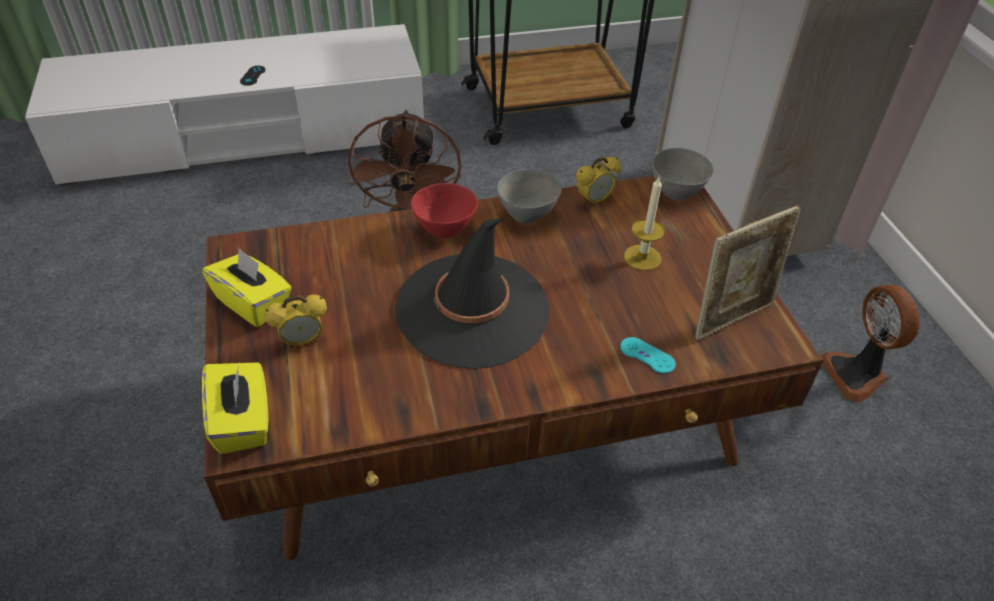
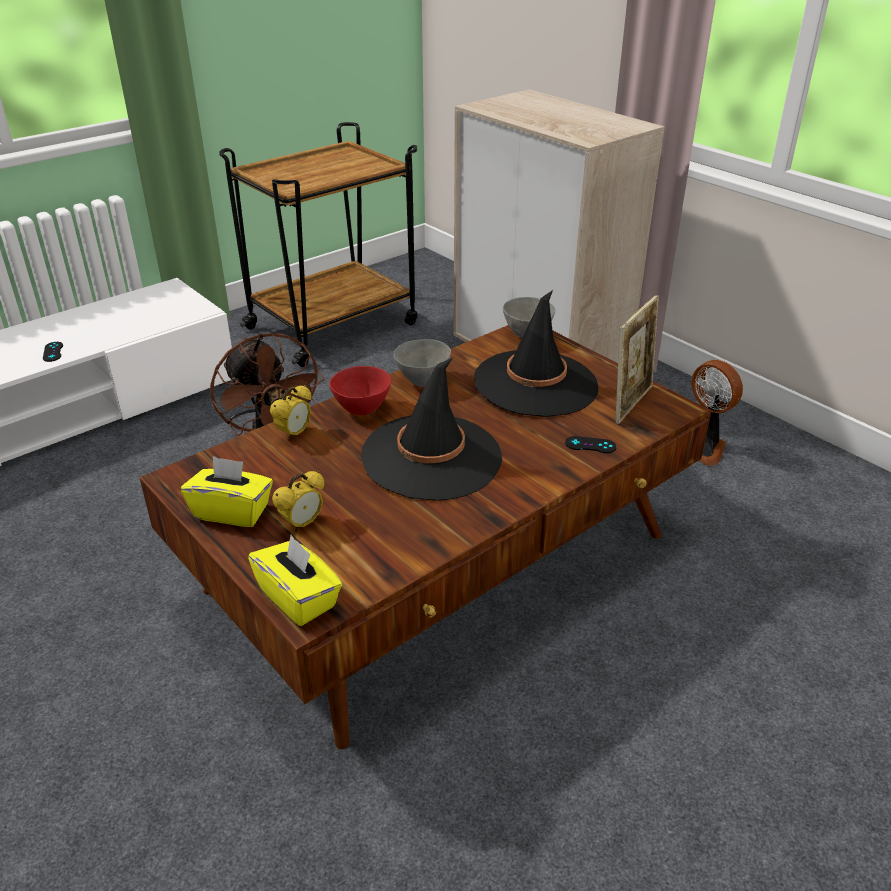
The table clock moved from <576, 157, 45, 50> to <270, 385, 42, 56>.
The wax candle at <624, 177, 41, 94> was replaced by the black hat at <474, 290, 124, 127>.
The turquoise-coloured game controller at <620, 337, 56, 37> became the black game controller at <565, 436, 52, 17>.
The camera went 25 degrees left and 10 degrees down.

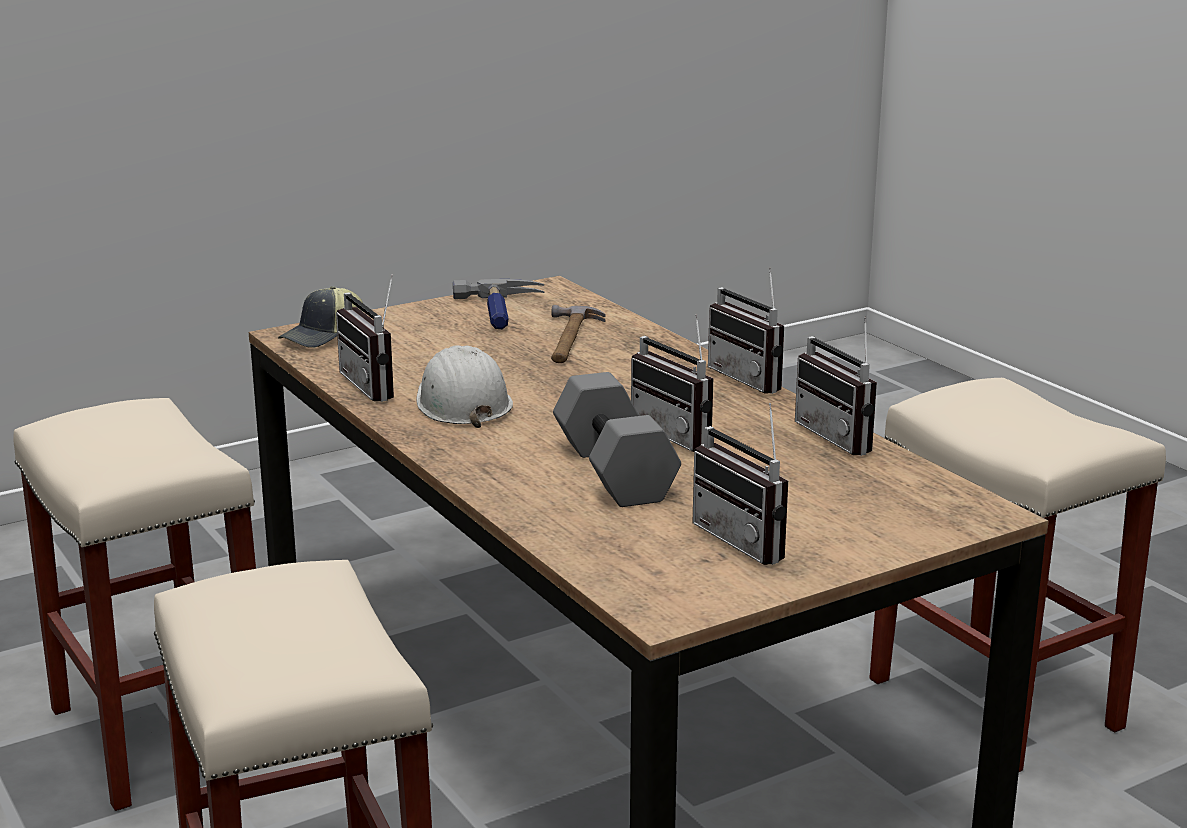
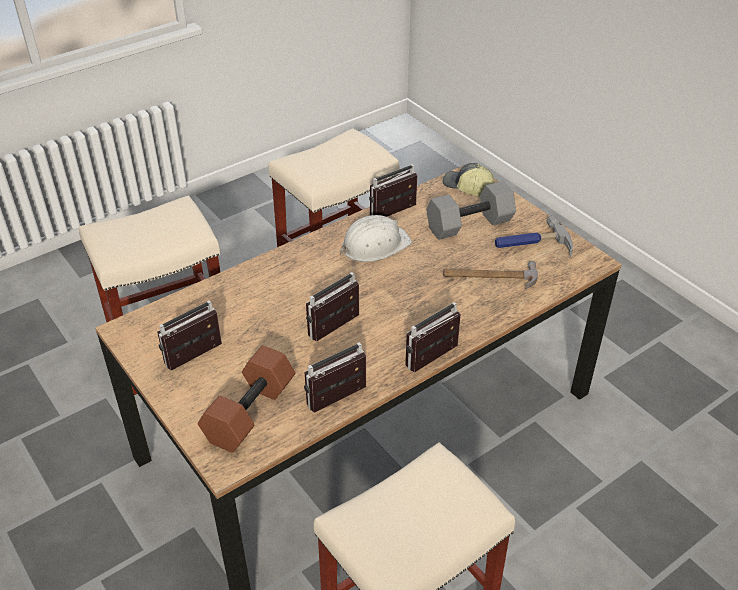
The gray dumbbell moved from <553, 372, 128, 135> to <426, 181, 90, 59>.
The brown-coloured dumbbell at <198, 345, 97, 108> appeared.
The camera went 85 degrees right and 20 degrees up.

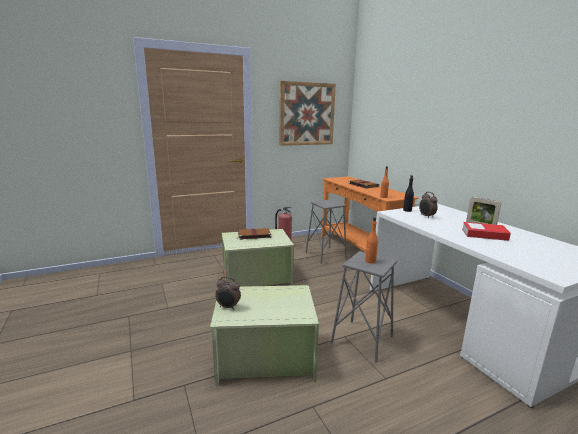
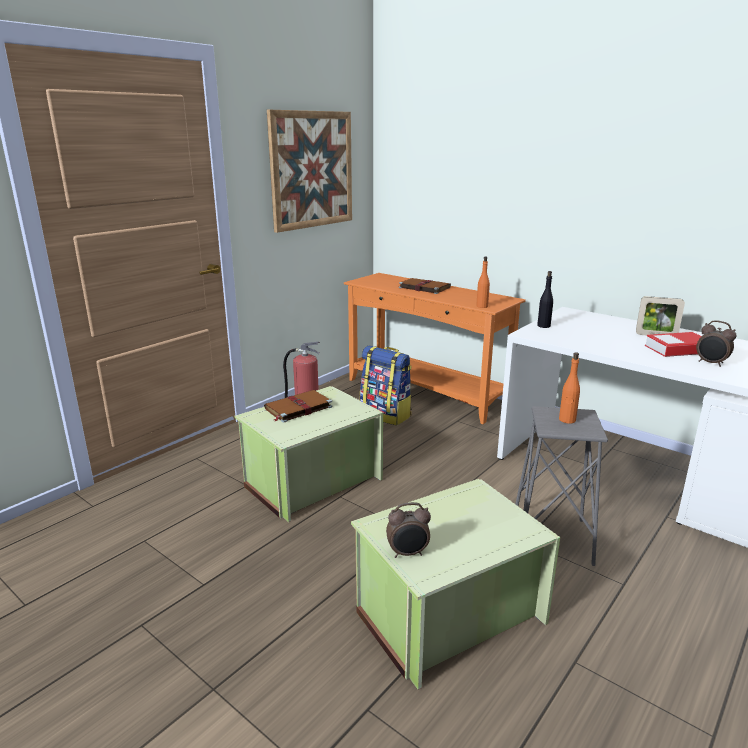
The table clock moved from <419, 192, 19, 26> to <696, 320, 41, 47>.
The gray stool at <305, 199, 42, 65> was replaced by the backpack at <360, 346, 52, 79>.
The camera went 25 degrees left and 5 degrees up.

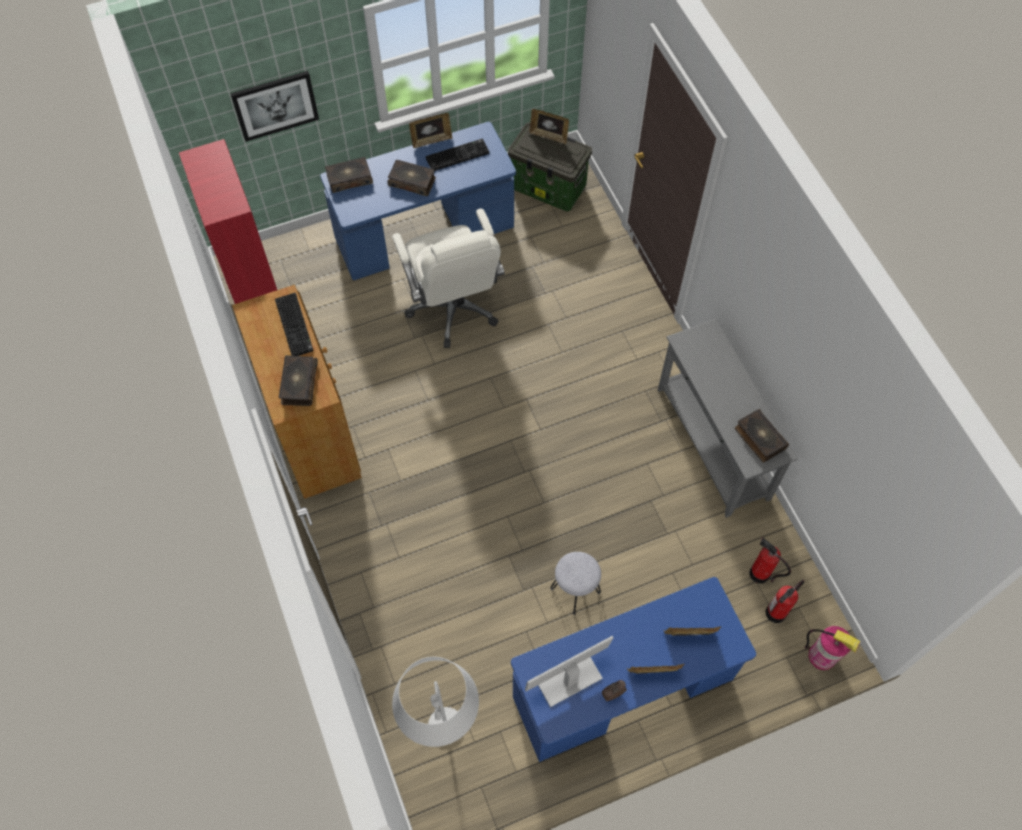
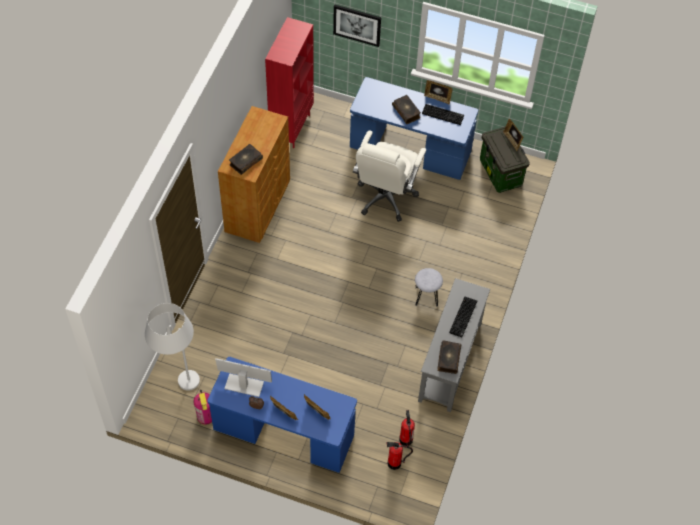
The bound book at <325, 157, 48, 36> disappeared.
The PC keyboard moved from <275, 293, 39, 63> to <449, 297, 28, 40>.
The gray stool moved from <550, 552, 51, 63> to <415, 268, 28, 39>.
The extinguisher moved from <805, 626, 55, 44> to <193, 390, 19, 35>.
The camera went 40 degrees right and 5 degrees down.

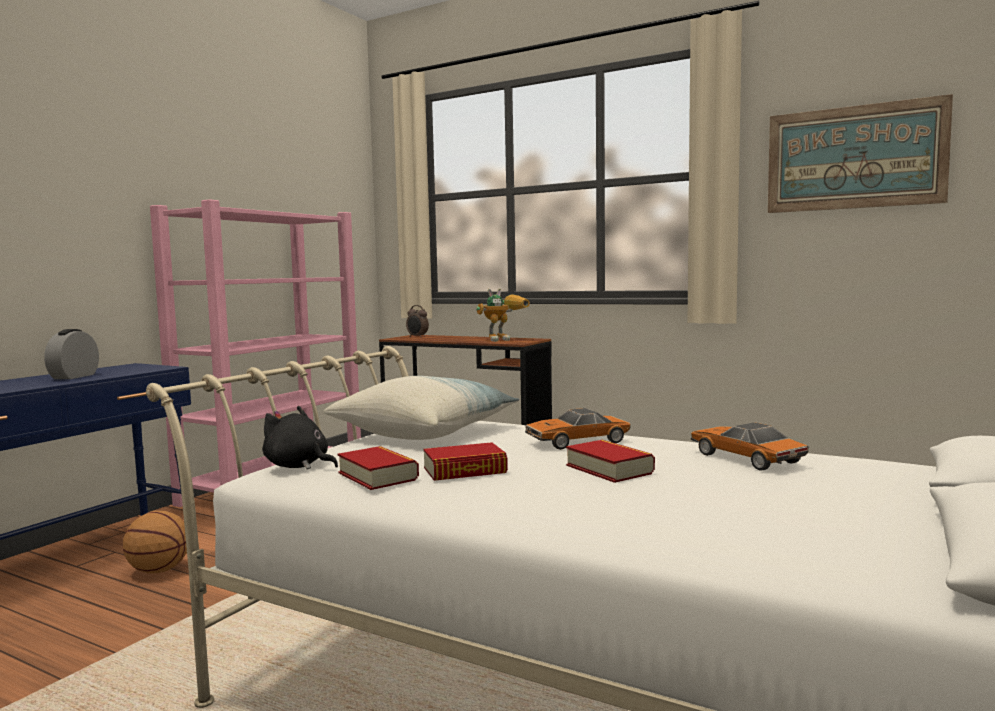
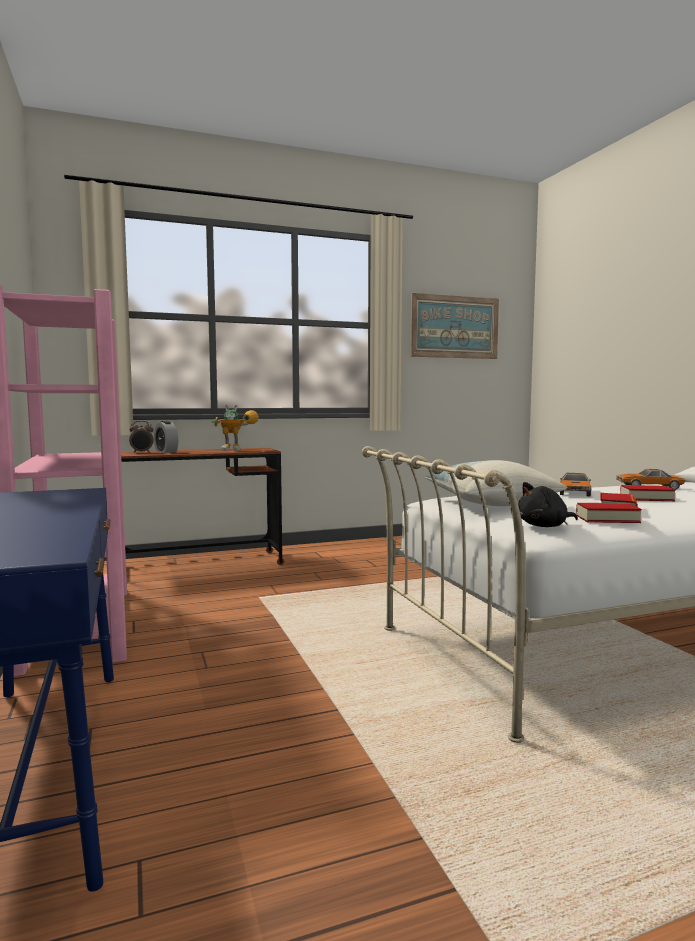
The robot figure at <476, 288, 54, 54> turned 75 degrees clockwise.
The table clock moved from <44, 329, 55, 50> to <154, 421, 24, 32>.
The ball for basketball at <123, 511, 64, 63> disappeared.
The camera went 50 degrees left and 0 degrees up.

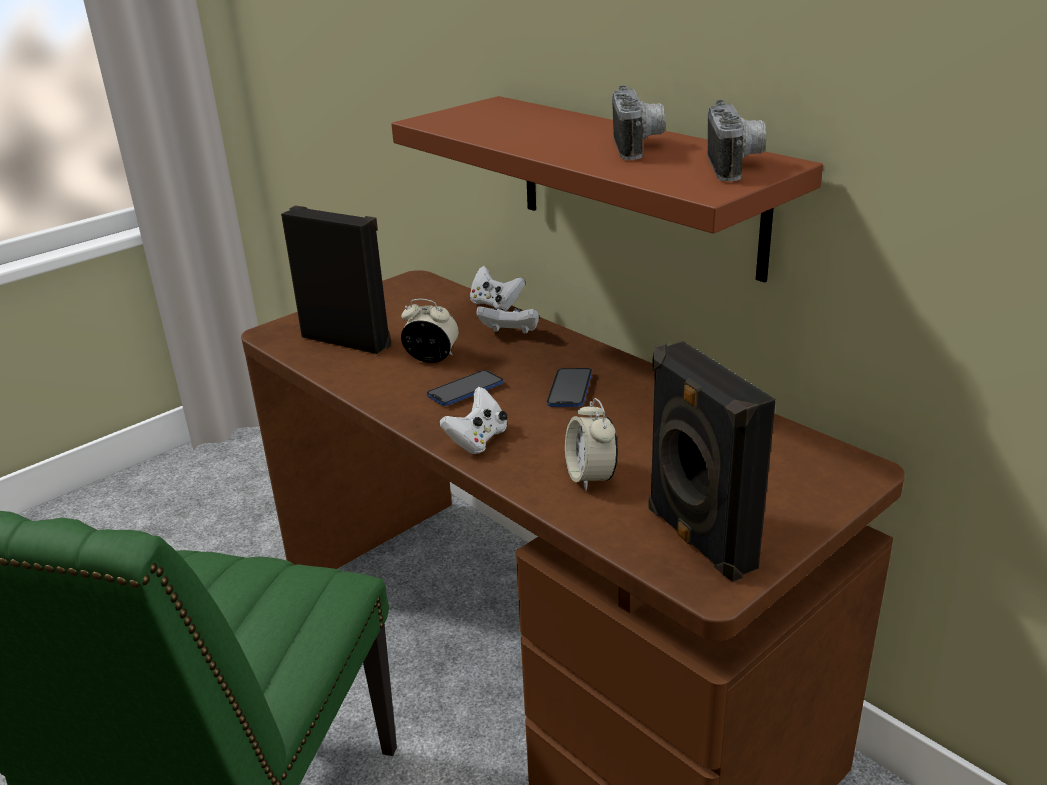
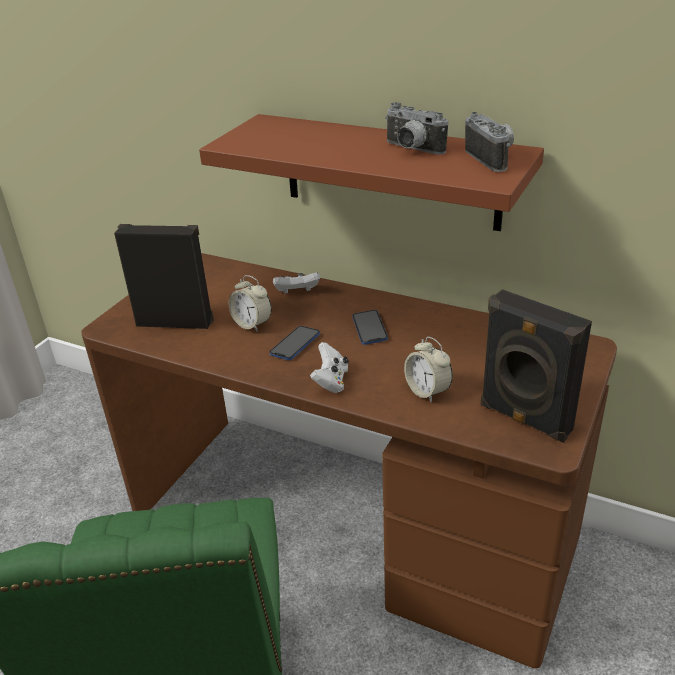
The still camera at <612, 86, 53, 74> turned 150 degrees clockwise.
The white game controller at <470, 266, 55, 45> disappeared.
The table clock at <401, 299, 57, 64> turned 135 degrees counterclockwise.
The camera went 20 degrees left and 5 degrees up.

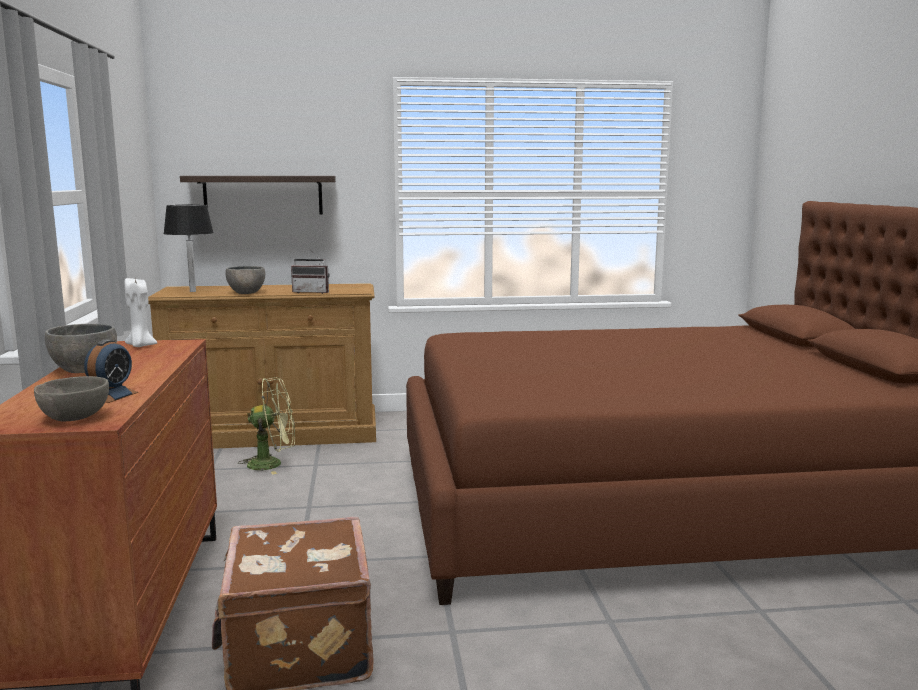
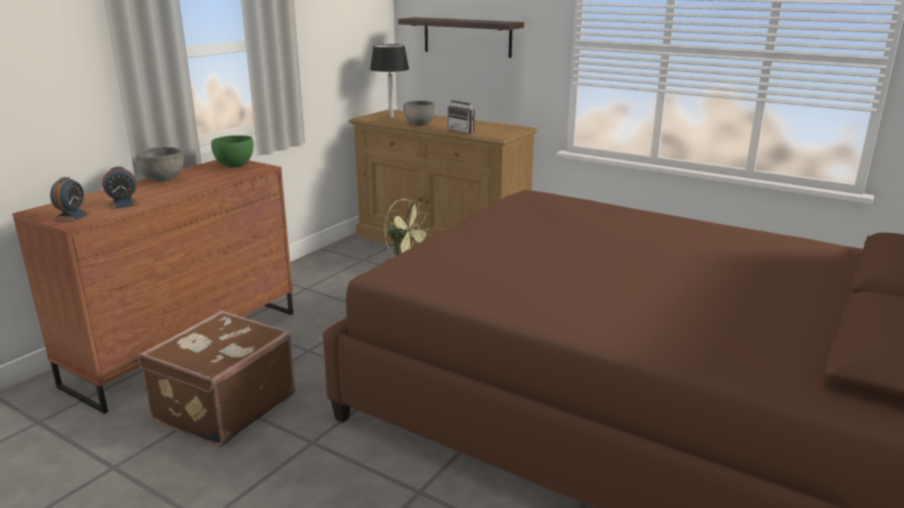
The white wax candle at <125, 278, 32, 69> was replaced by the green-coloured deep dish at <211, 135, 42, 32>.
The gray deep dish at <34, 376, 75, 45> was replaced by the table clock at <50, 177, 41, 45>.
The camera went 40 degrees right and 10 degrees up.

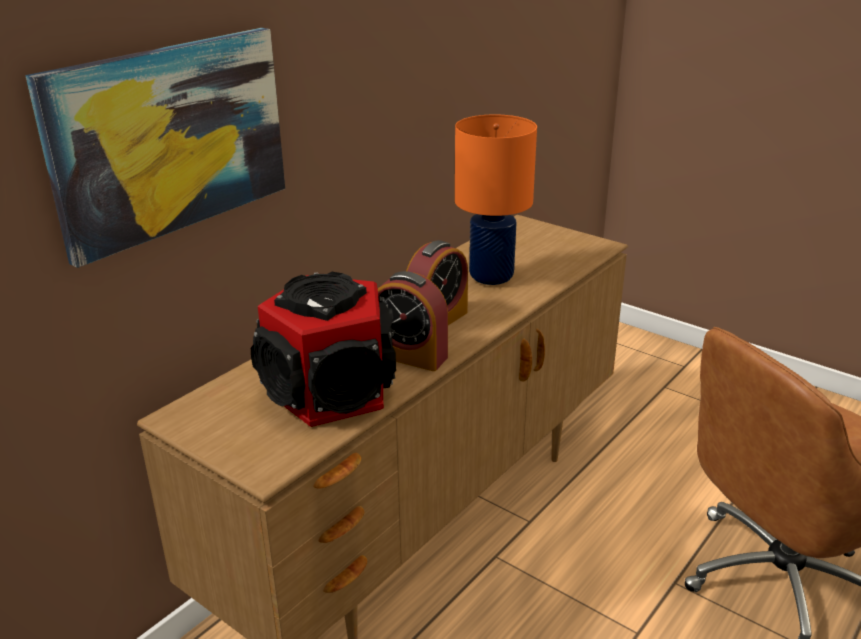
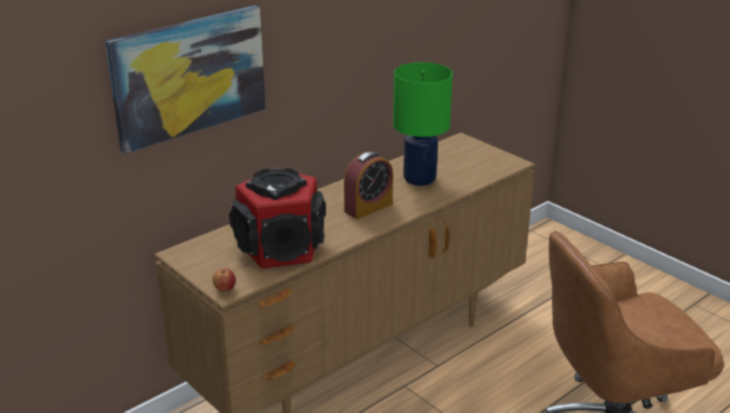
The orange-coloured tabletop lamp at <455, 115, 82, 170> became the green-coloured tabletop lamp at <393, 62, 60, 124>.
The table clock at <378, 271, 70, 100> disappeared.
The whole apple at <212, 268, 24, 24> appeared.
The camera went 10 degrees right and 0 degrees up.

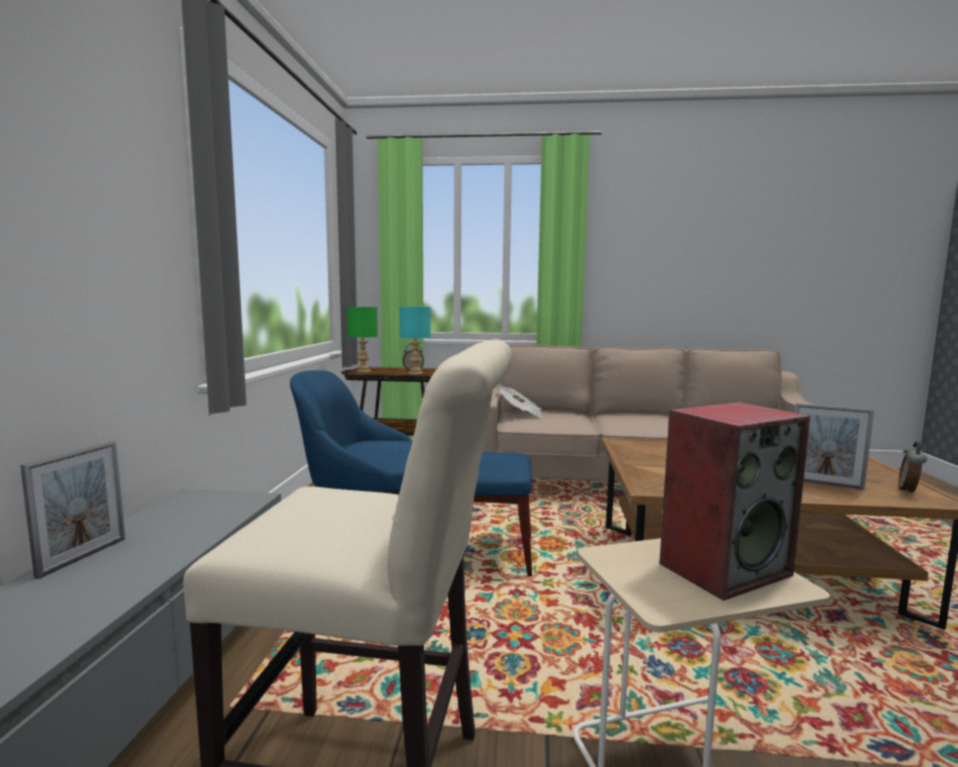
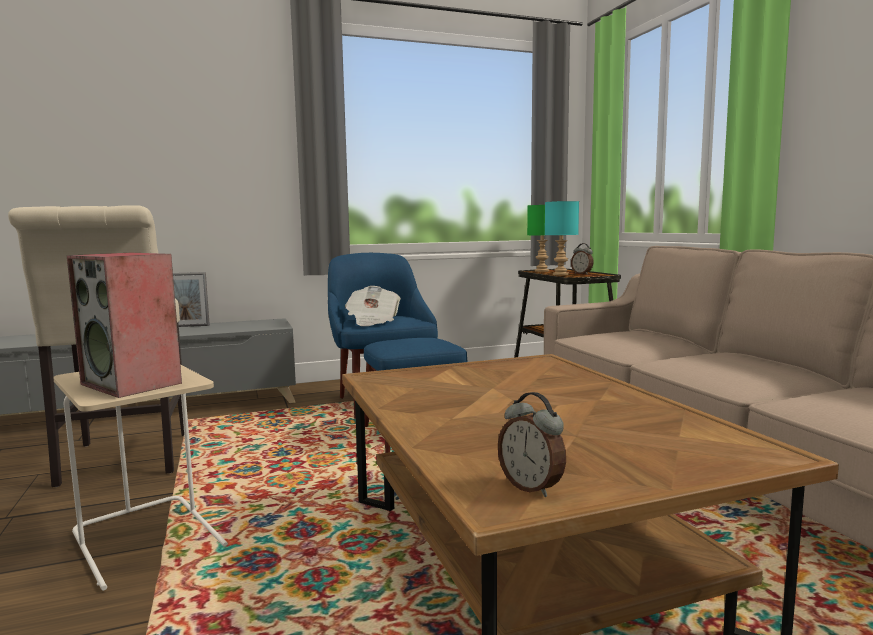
The printed paper moved from <498, 385, 44, 32> to <345, 286, 56, 40>.
The picture frame at <794, 403, 80, 87> disappeared.
The table clock at <898, 442, 29, 52> turned 135 degrees counterclockwise.
The camera went 65 degrees right and 0 degrees up.

